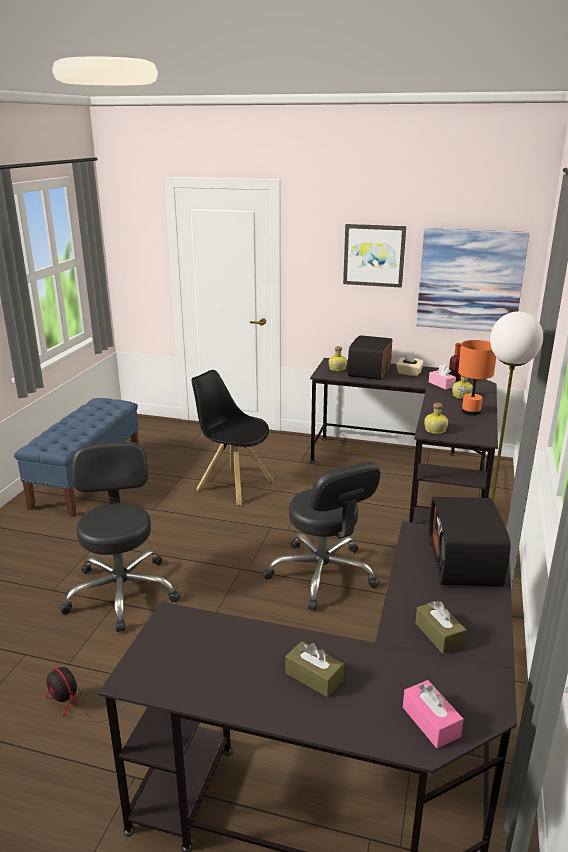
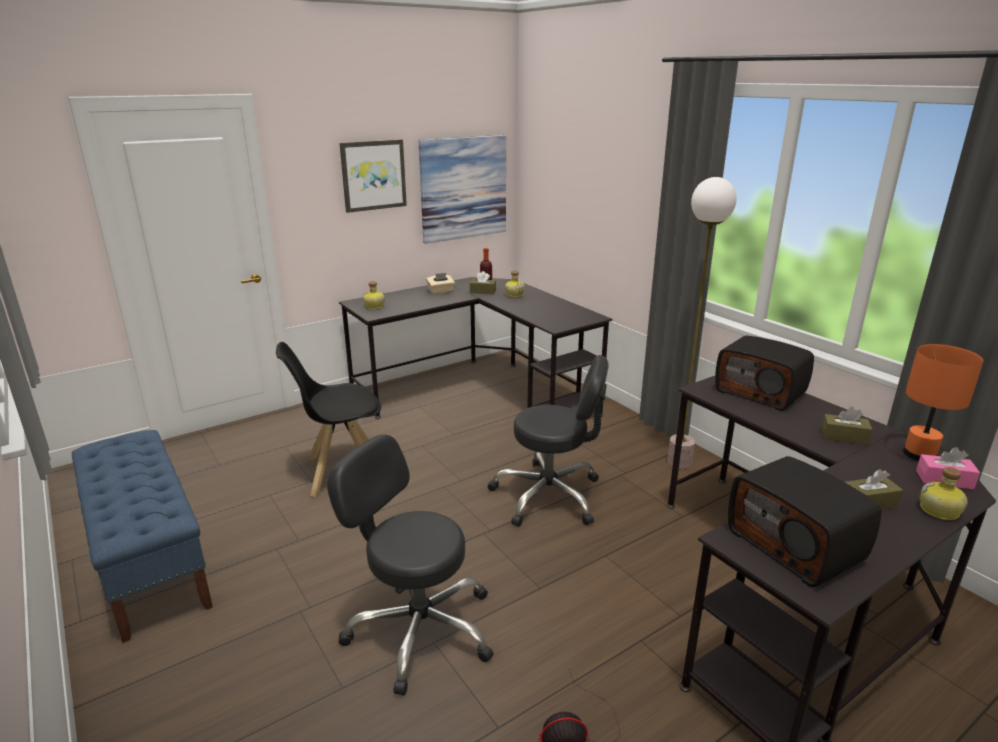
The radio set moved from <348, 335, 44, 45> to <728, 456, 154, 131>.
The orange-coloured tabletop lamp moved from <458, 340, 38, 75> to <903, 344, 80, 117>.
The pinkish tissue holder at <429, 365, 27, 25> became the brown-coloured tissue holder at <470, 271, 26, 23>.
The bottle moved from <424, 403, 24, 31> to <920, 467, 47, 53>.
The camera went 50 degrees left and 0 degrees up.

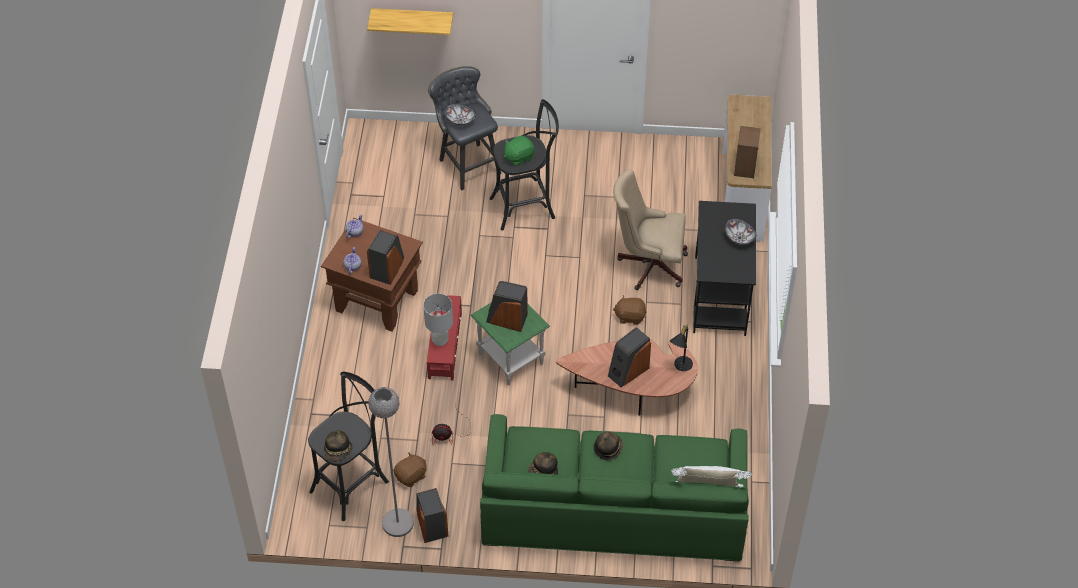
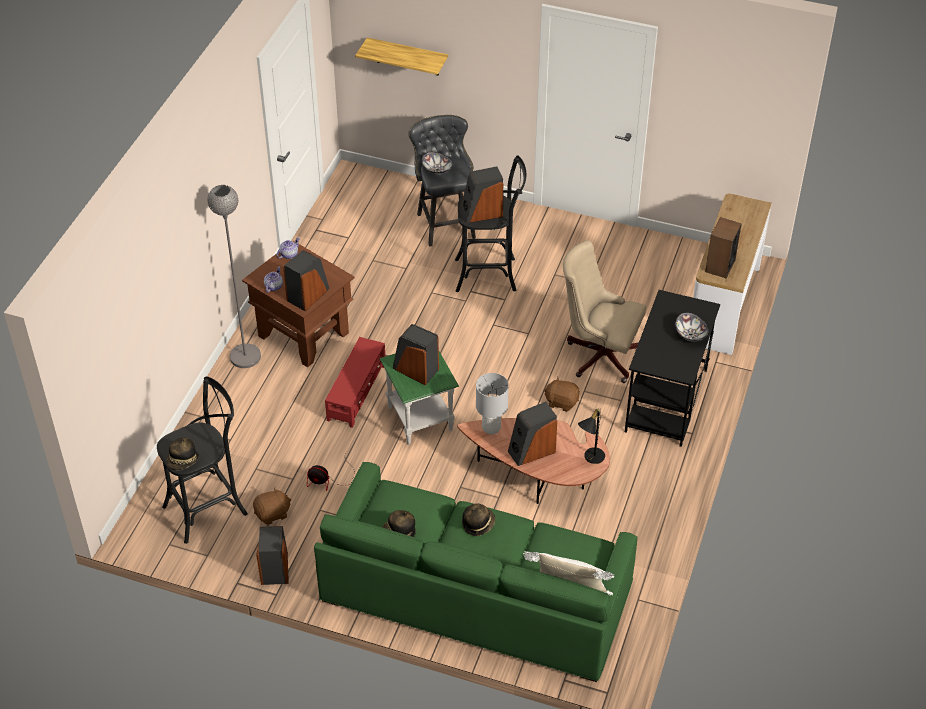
The green-coloured cuddly toy at <504, 135, 31, 31> was replaced by the audio speaker at <460, 167, 43, 56>.
The gray tabletop lamp moved from <423, 294, 30, 52> to <476, 373, 33, 62>.
The gray standing lamp moved from <368, 387, 46, 150> to <207, 185, 54, 183>.
The camera went 15 degrees right and 5 degrees down.

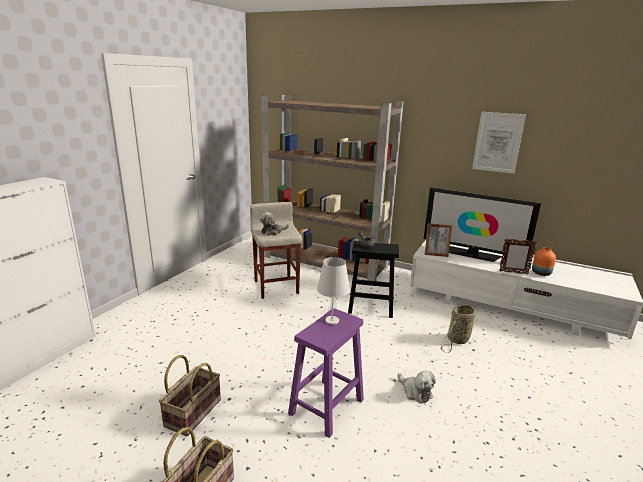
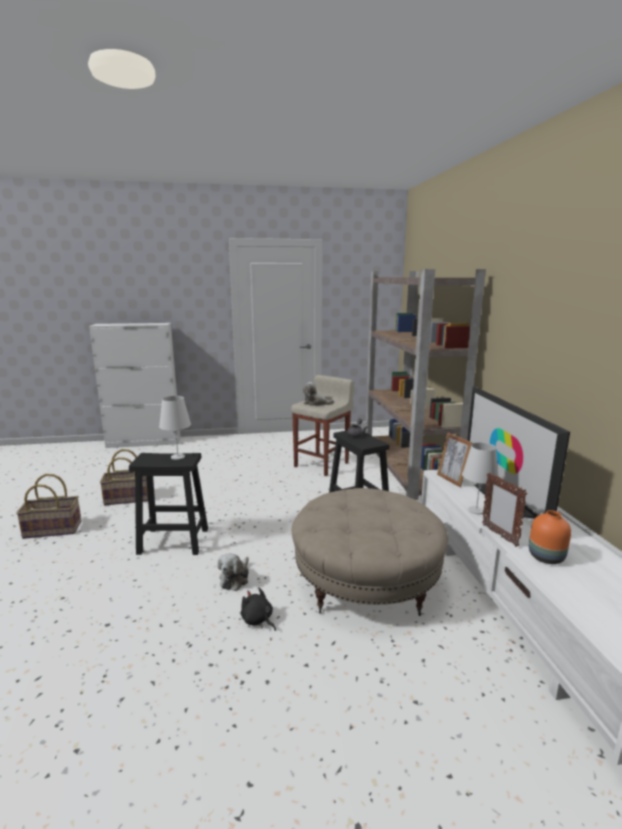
The picture at <472, 112, 54, 62> disappeared.
The storage basket at <441, 304, 35, 49> was replaced by the beige-coloured footrest at <292, 488, 156, 128>.
The purplish stool at <288, 308, 76, 130> became the black stool at <129, 453, 79, 102>.
The white tabletop lamp at <462, 442, 37, 72> appeared.
The black cuddly toy at <241, 588, 35, 43> appeared.
The camera went 55 degrees right and 5 degrees down.

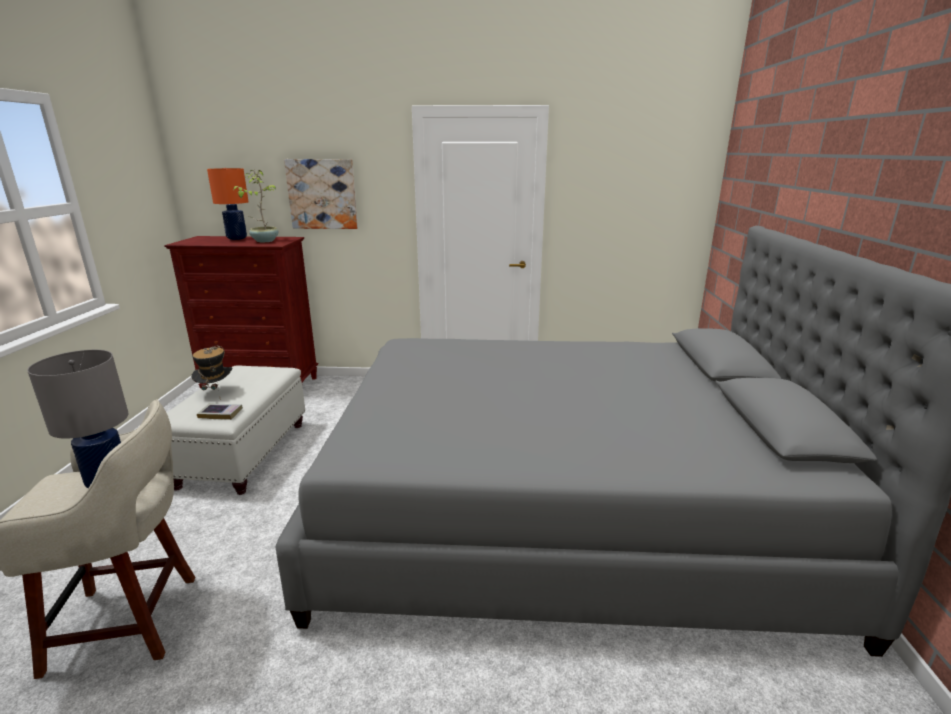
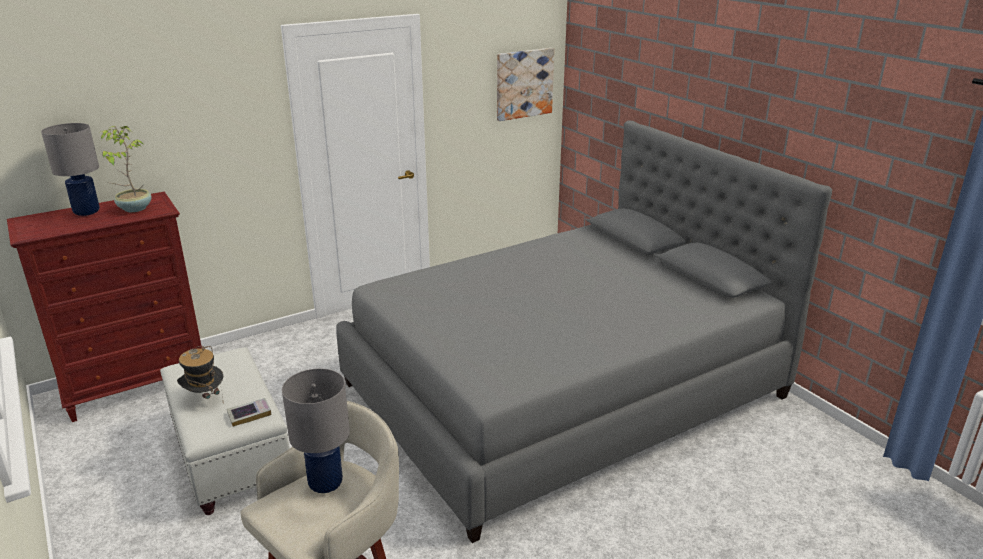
The picture moved from <284, 159, 74, 70> to <497, 48, 57, 73>.
The orange-coloured tabletop lamp at <207, 168, 42, 72> became the gray tabletop lamp at <41, 123, 58, 93>.
The camera went 35 degrees left and 5 degrees up.

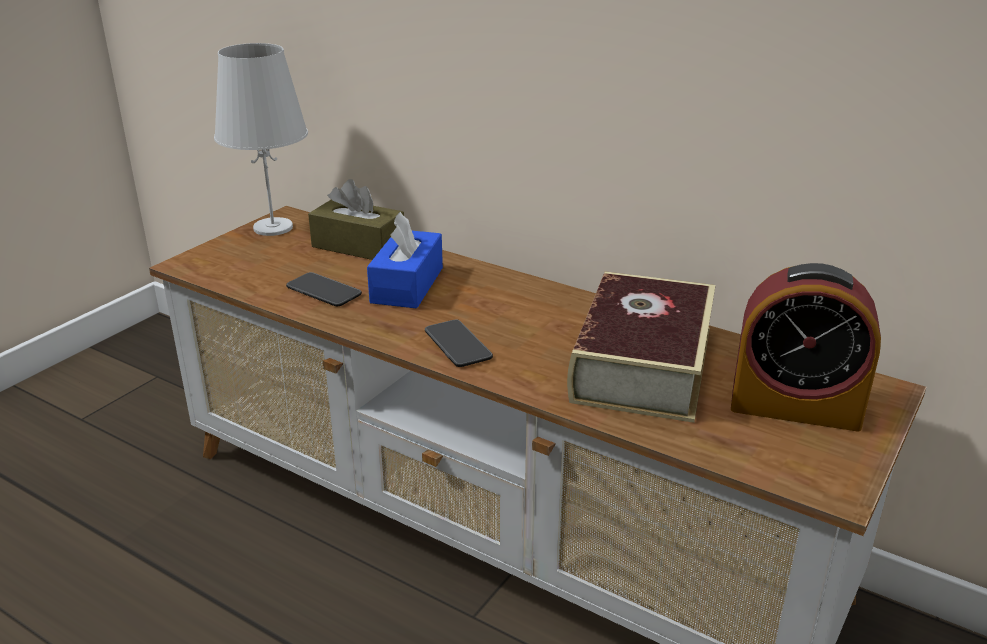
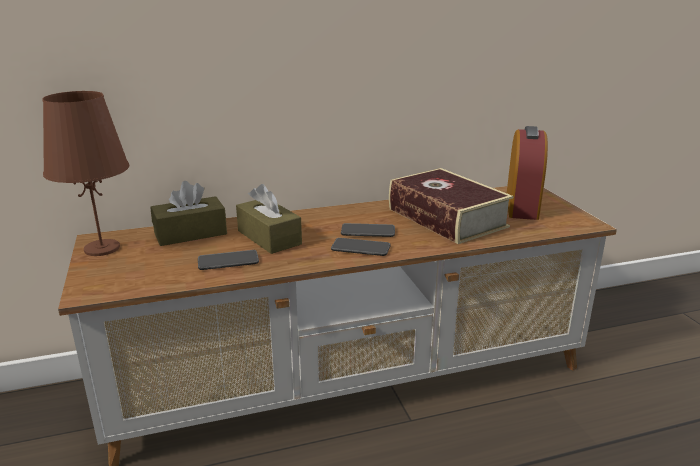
The white tabletop lamp at <214, 43, 94, 193> became the brown-coloured tabletop lamp at <42, 91, 87, 165>.
The blue-coloured tissue holder at <367, 212, 76, 97> became the brown-coloured tissue holder at <236, 184, 66, 70>.
The table clock at <731, 263, 150, 169> turned 45 degrees counterclockwise.
The handset at <341, 223, 54, 14> appeared.
The camera went 50 degrees left and 5 degrees down.

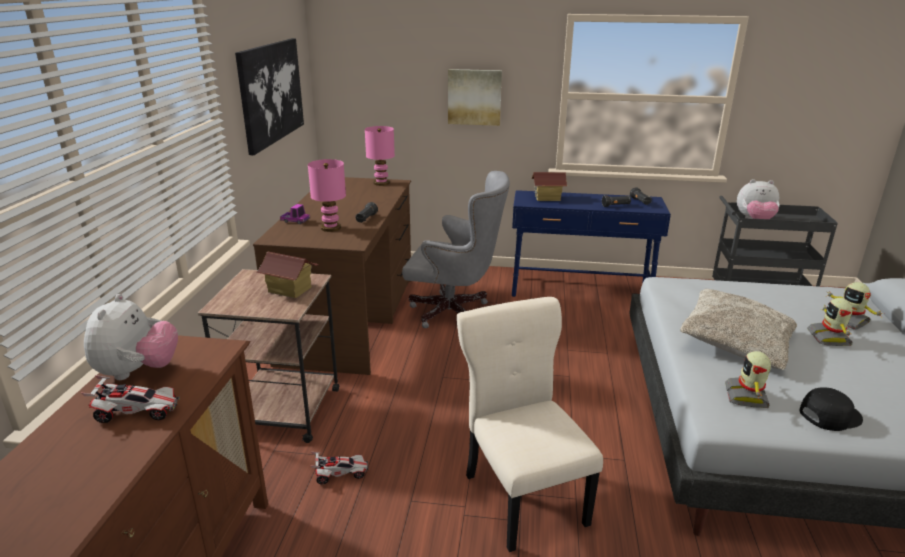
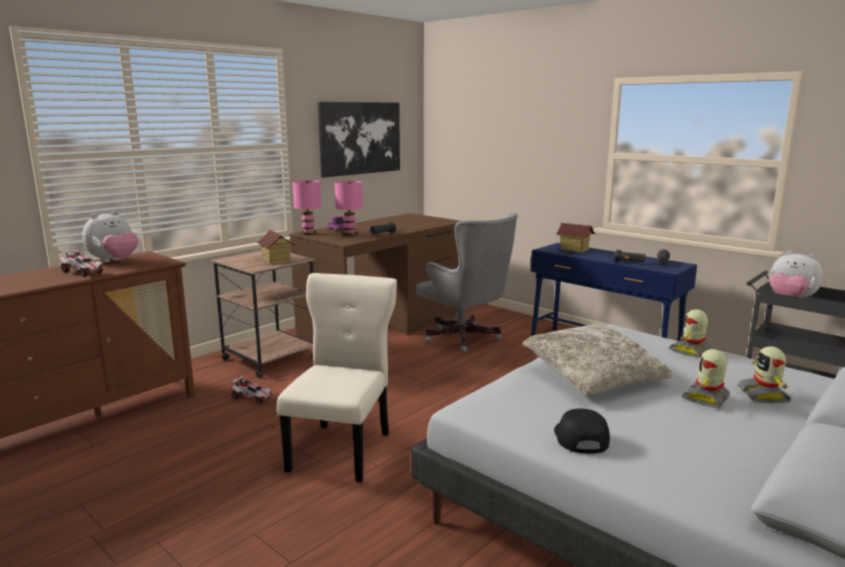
The picture at <448, 69, 54, 57> disappeared.
The pinkish tabletop lamp moved from <365, 126, 30, 60> to <292, 180, 29, 55>.
The robot figure moved from <725, 351, 46, 57> to <669, 309, 43, 49>.
The black cap at <800, 387, 63, 44> turned 105 degrees counterclockwise.
The camera went 35 degrees right and 10 degrees down.

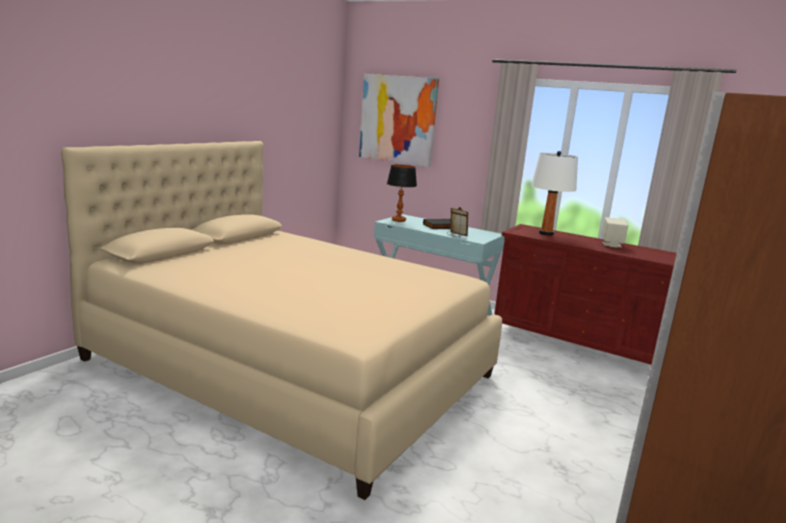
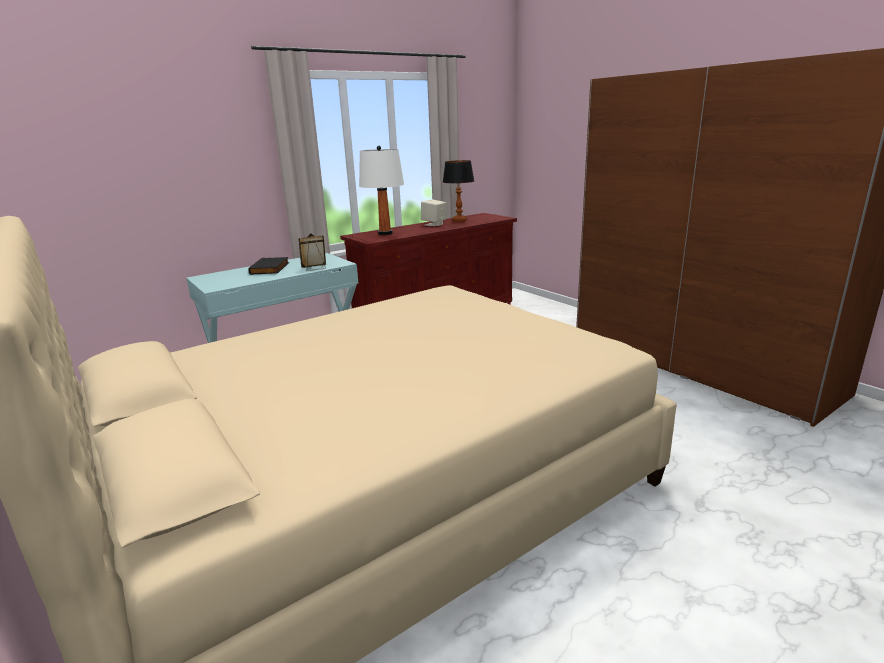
The picture at <359, 74, 80, 93> disappeared.
The tabletop lamp moved from <387, 165, 30, 57> to <443, 160, 31, 62>.
The camera went 65 degrees left and 5 degrees up.

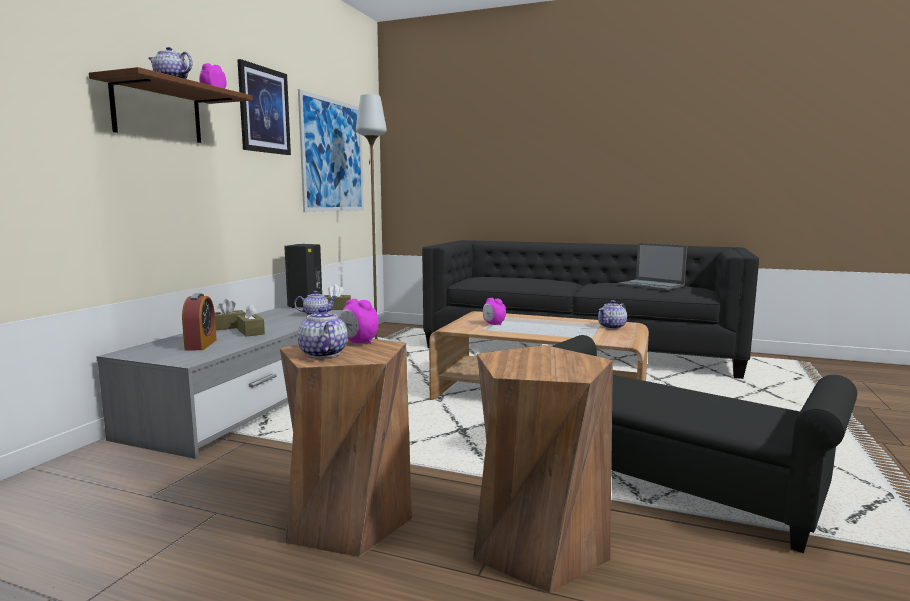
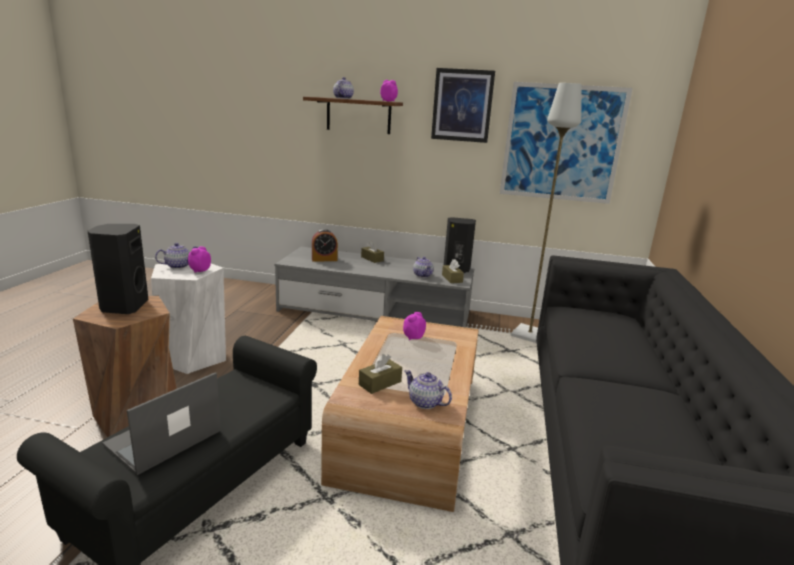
The portable computer moved from <617, 243, 70, 47> to <102, 372, 119, 103>.
The brown-coloured tissue holder moved from <237, 303, 28, 33> to <359, 354, 43, 40>.
The brown-coloured stool at <280, 339, 132, 218> became the white stool at <151, 264, 75, 110>.
The black audio speaker at <88, 224, 60, 90> appeared.
The camera went 80 degrees right and 10 degrees up.

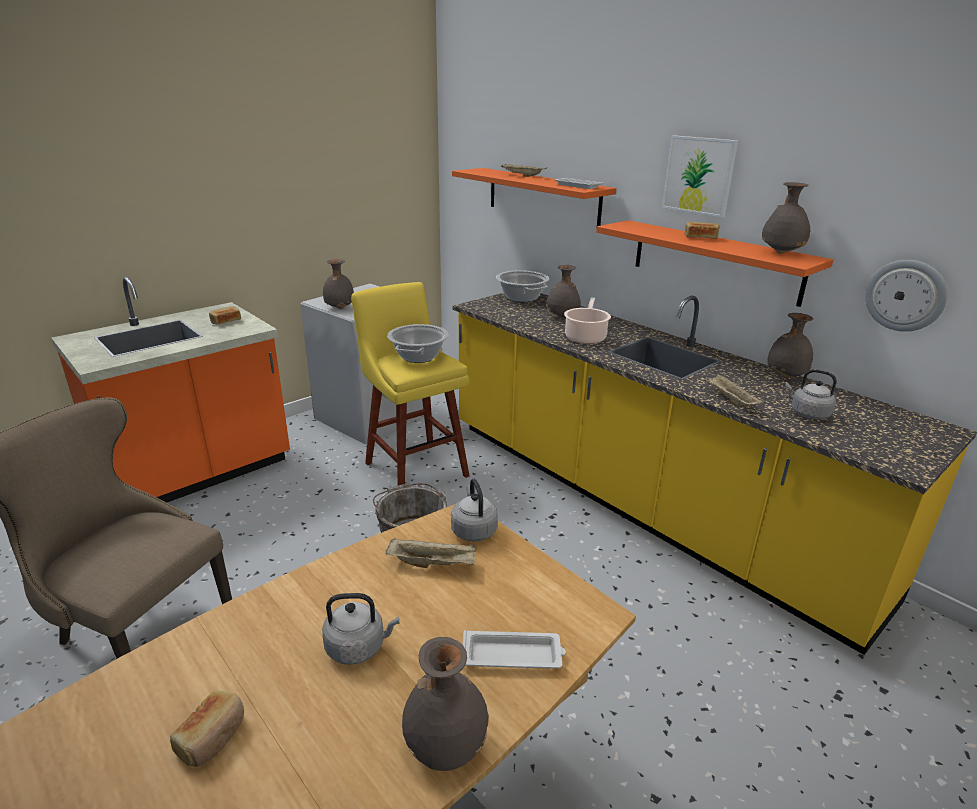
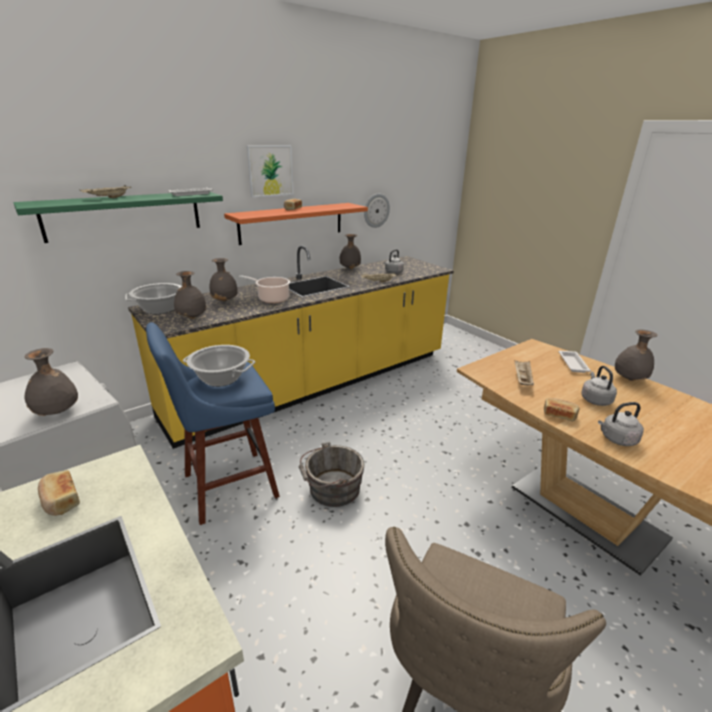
The orange-coloured bracket shelf at <452, 168, 164, 58> became the green-coloured bracket shelf at <13, 192, 210, 51>.
The gray flower vase moved from <762, 182, 48, 72> to <174, 271, 32, 48>.
The yellow-coloured stool at <351, 282, 119, 204> became the blue-coloured stool at <146, 322, 134, 203>.
The gray kettle moved from <451, 479, 47, 63> to <598, 402, 46, 44>.
The baked bread moved from <170, 690, 74, 77> to <544, 398, 36, 23>.
The camera went 85 degrees left and 0 degrees up.

